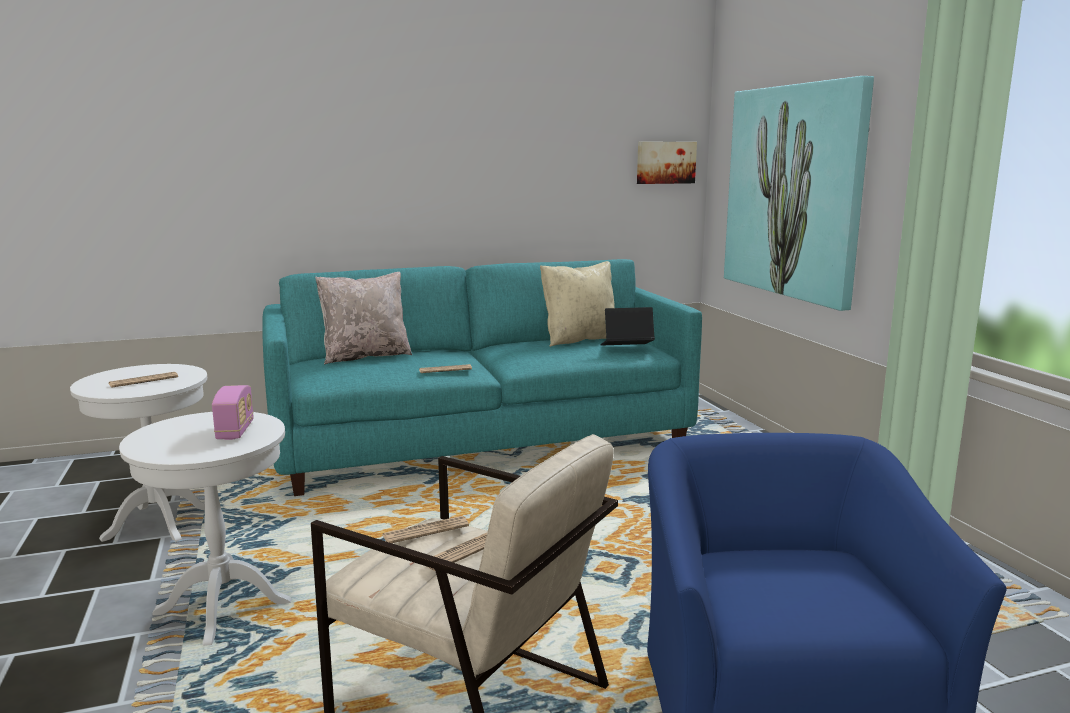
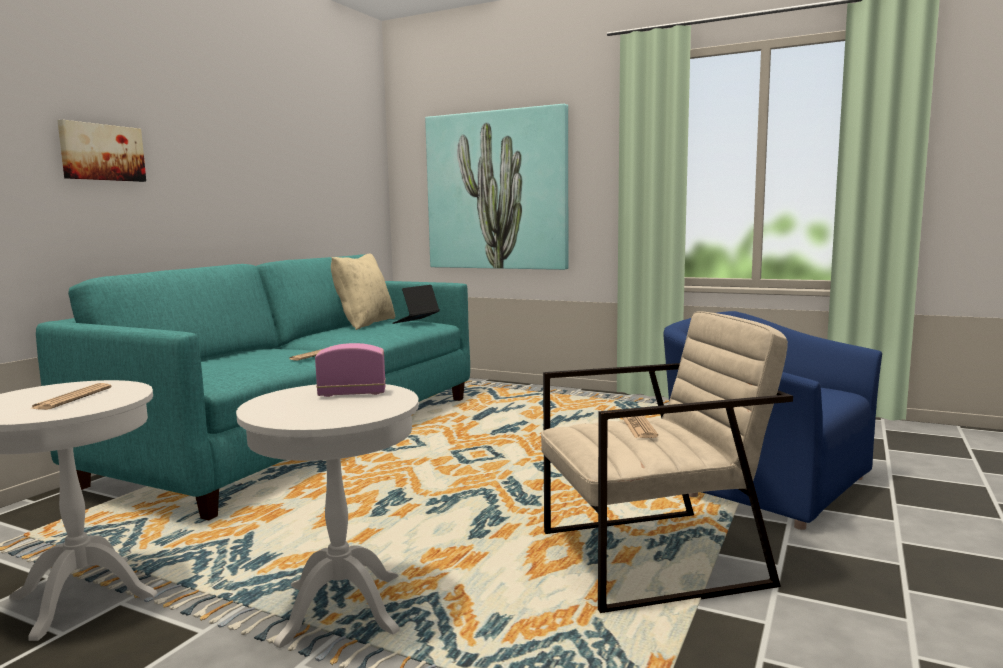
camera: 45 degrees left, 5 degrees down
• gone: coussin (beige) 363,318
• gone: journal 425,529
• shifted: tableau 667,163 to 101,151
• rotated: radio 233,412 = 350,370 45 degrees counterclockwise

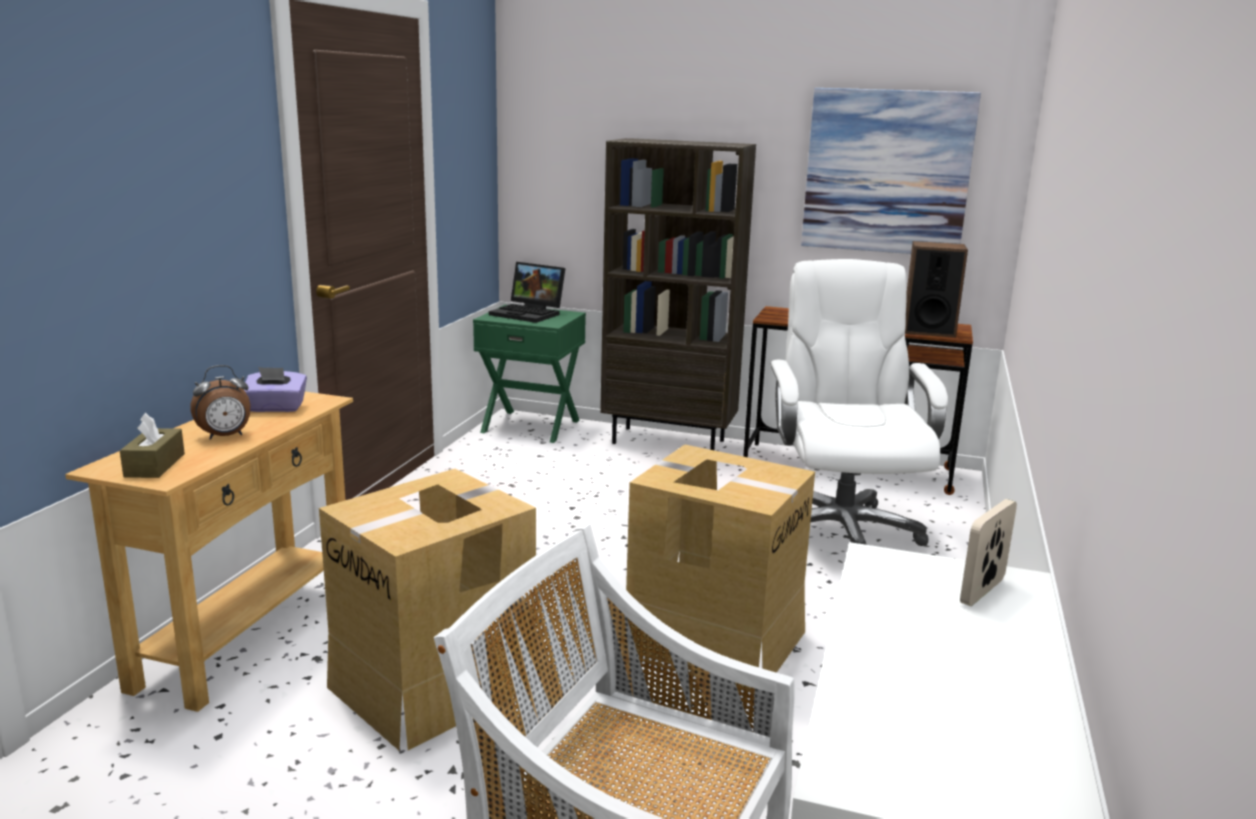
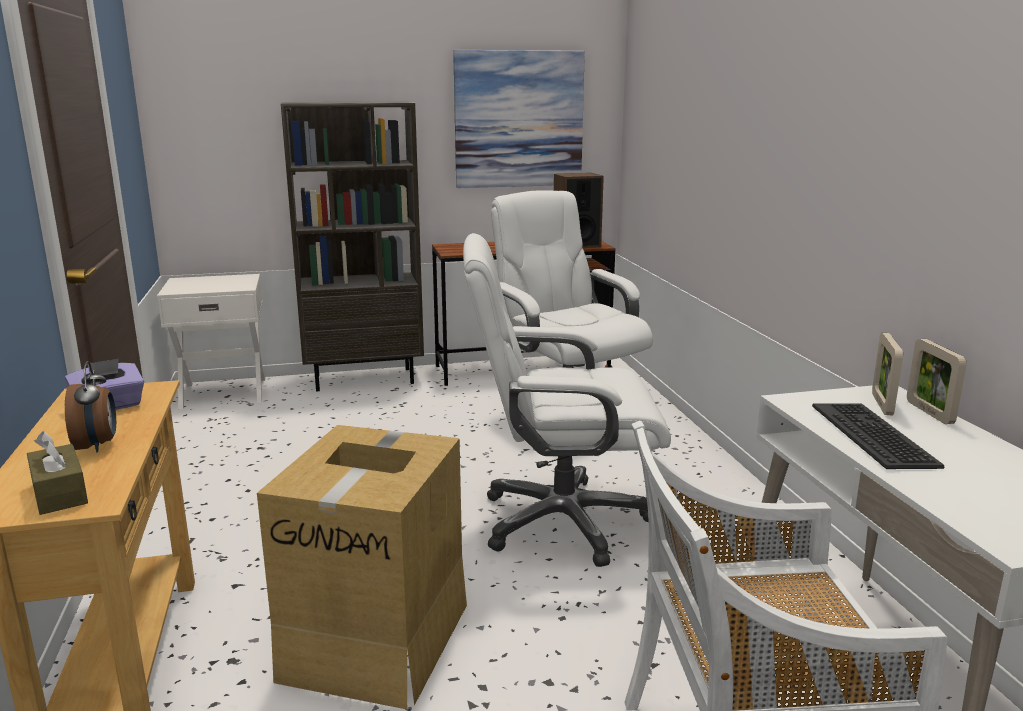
camera: 30 degrees left, 0 degrees up
• gone: ordinateur portable 527,292
• new: clavier 878,436
• new: cadre photo 937,381
• swapped: carton 720,567 to chaise de bureau (blanc) 567,400
• repainted: table de chevet (vert) 529,374 to table de chevet (blanc) 211,341
• rotated: réveil 220,402 = 90,406 45 degrees counterclockwise

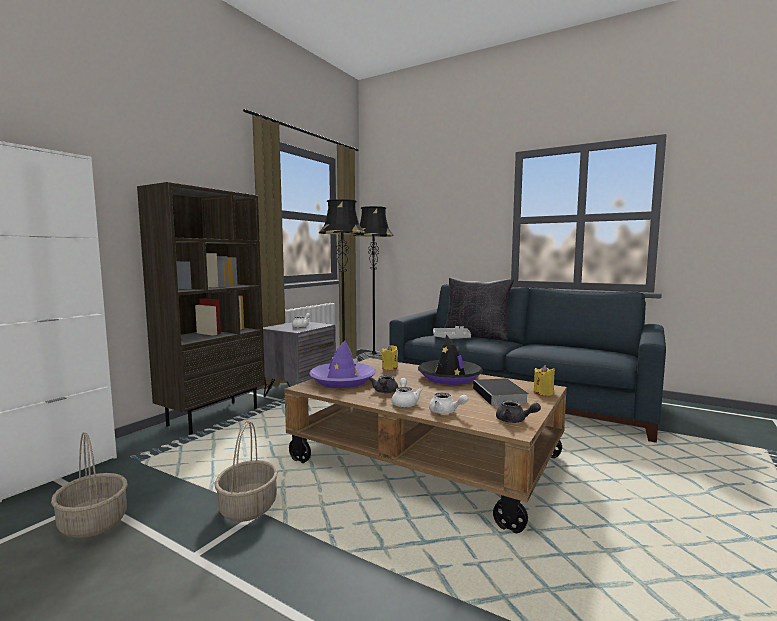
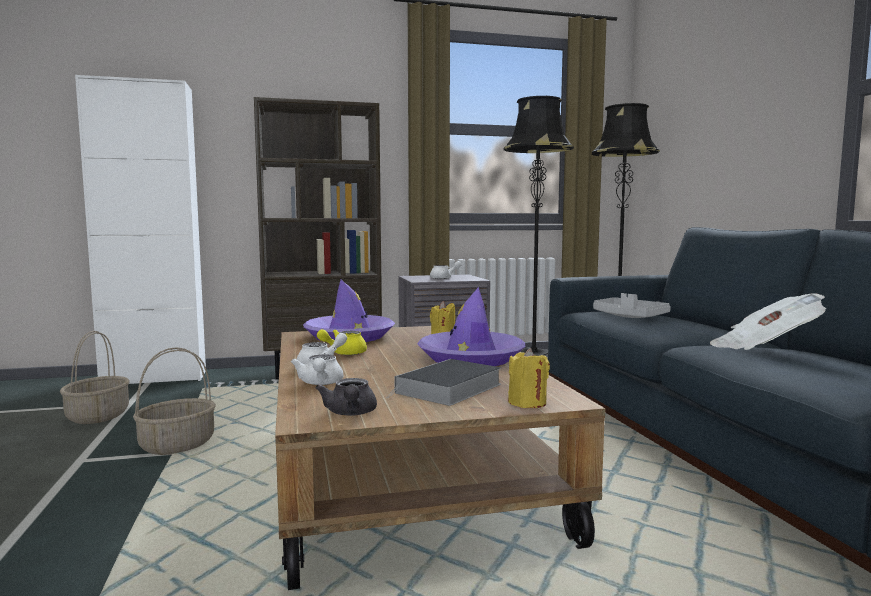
camera: 45 degrees right, 0 degrees up
• gone: coussin (noir) 479,309
• new: journal 768,321
• repainted: théière (gris) 383,384 to théière (jaune) 342,342
• repainted: chapeau (noir) 450,360 to chapeau (violet) 471,326

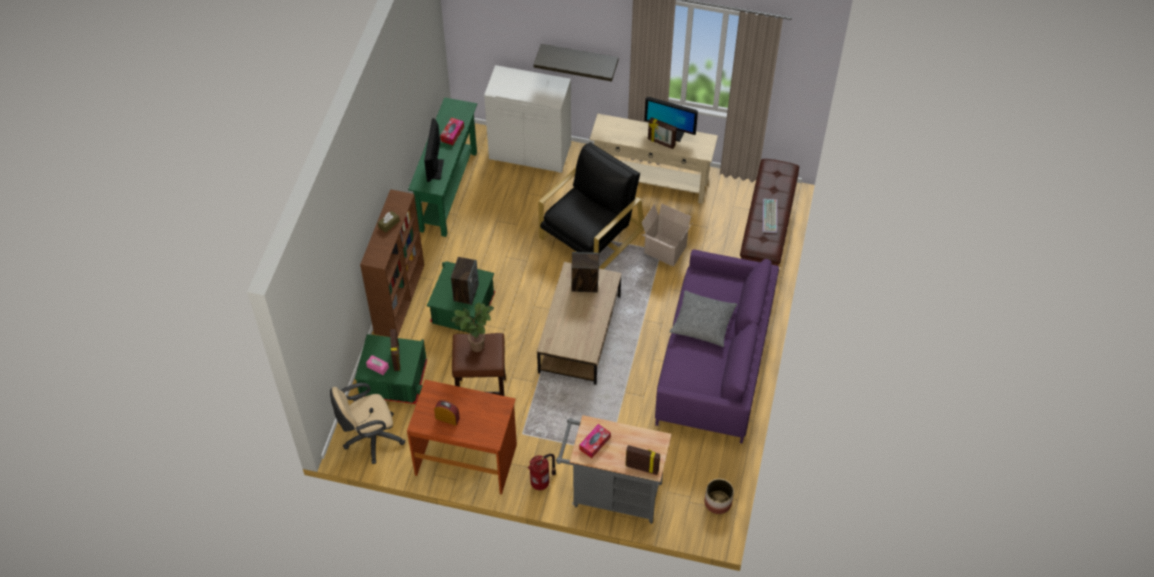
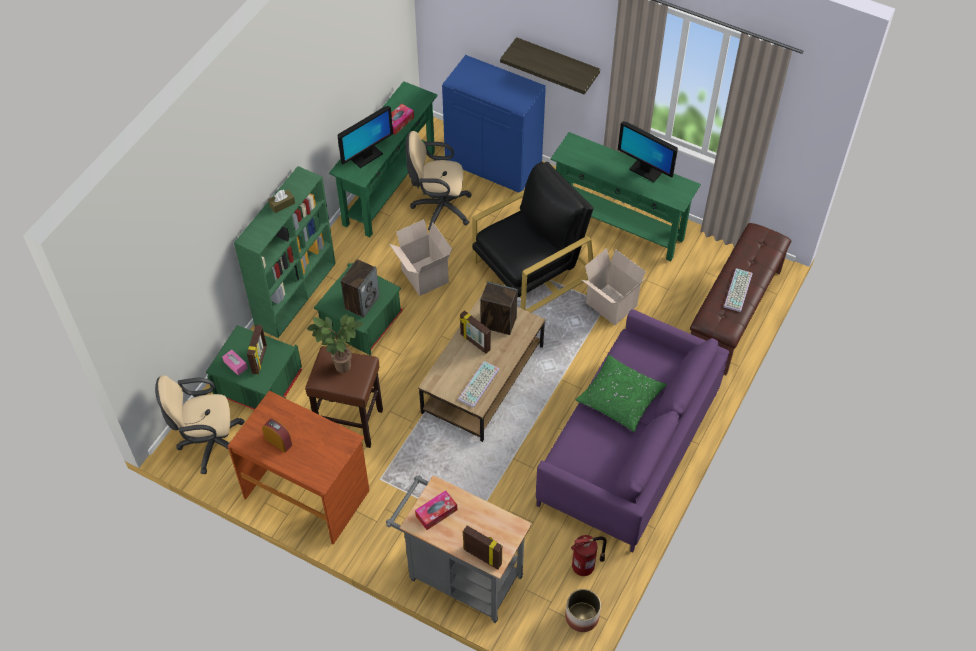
camera: 15 degrees right, 0 degrees up
• new: carton 420,257
• new: chaise de bureau (beige) 438,180
• new: clavier 479,384
• shifted: extincteur 542,472 to 589,555
• shifted: cadre photo 662,133 to 475,332
• repainted: bibliothèque (marron) 392,263 to bibliothèque (vert) 285,252
• repainted: meuble de rangement (blanc) 527,119 to meuble de rangement (bleu) 494,124
• repainted: table console (beige) 654,159 to table console (vert) 626,196
• repainted: coussin (gris) 704,318 to coussin (vert) 621,393
• rotated: écran d'ordinateur 434,150 = 365,137 150 degrees counterclockwise

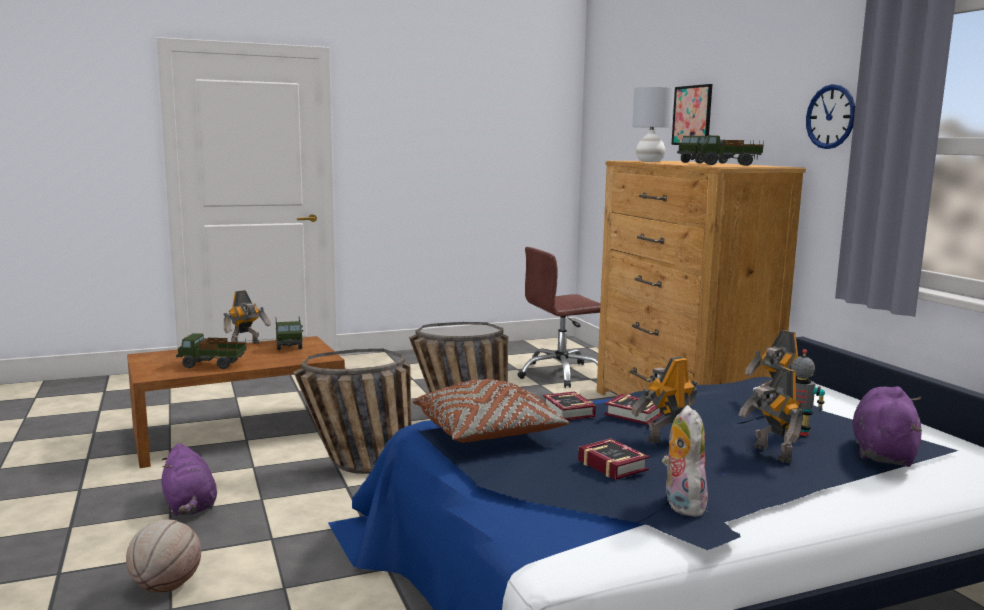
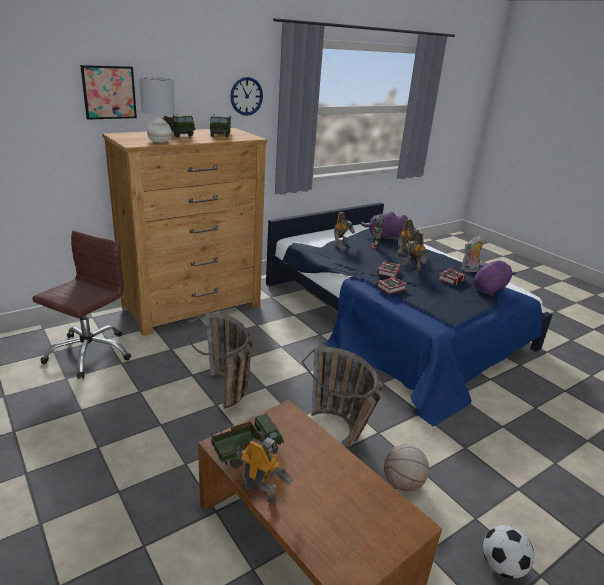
camera: 105 degrees left, 15 degrees up
• gone: camion jouet 211,351
• gone: coussin (marron) 491,410
• new: ballon de foot 508,552
• shifted: ballon de basket 163,556 to 406,467
• shifted: peluche (violet) 189,479 to 494,278
• rotated: chaise de bureau (marron) 559,317 = 81,304 120 degrees counterclockwise

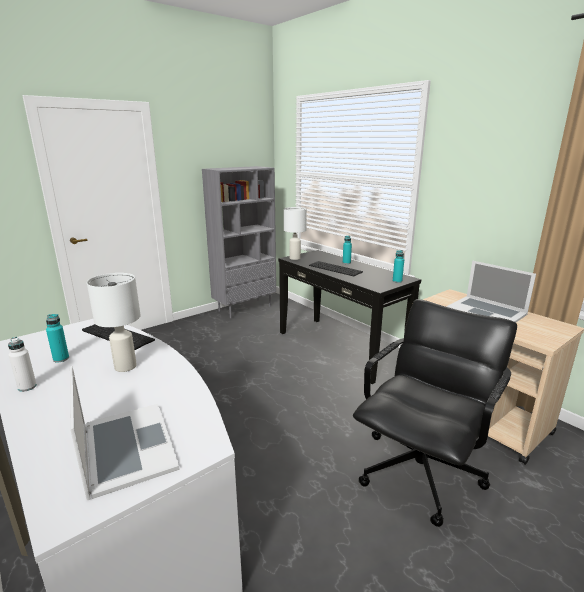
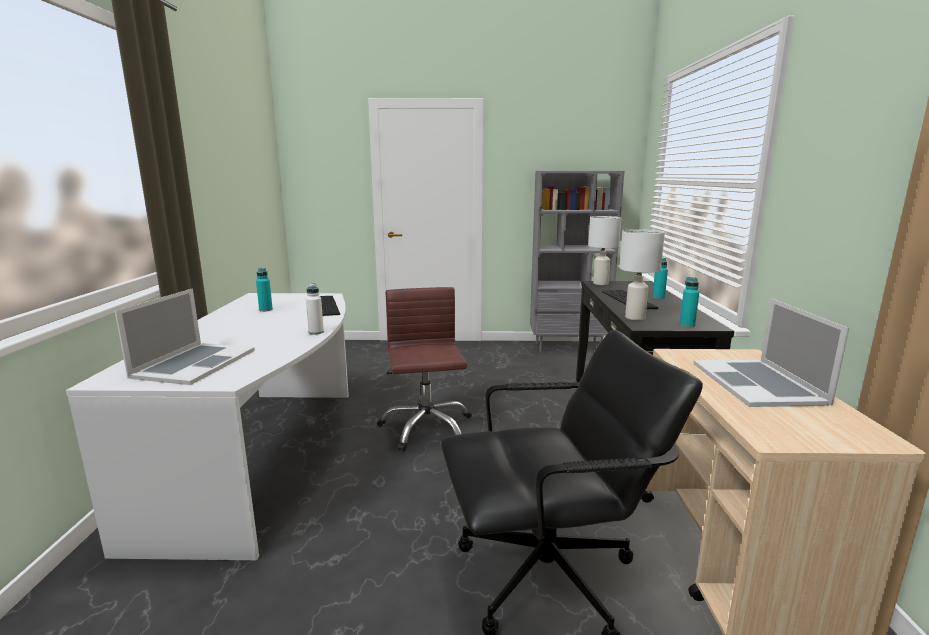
camera: 40 degrees right, 5 degrees down
• new: chaise de bureau (marron) 424,369
• shifted: bouteille (blanc) 22,364 to 315,309
• shifted: lampe de table (blanc) 114,322 to 642,274

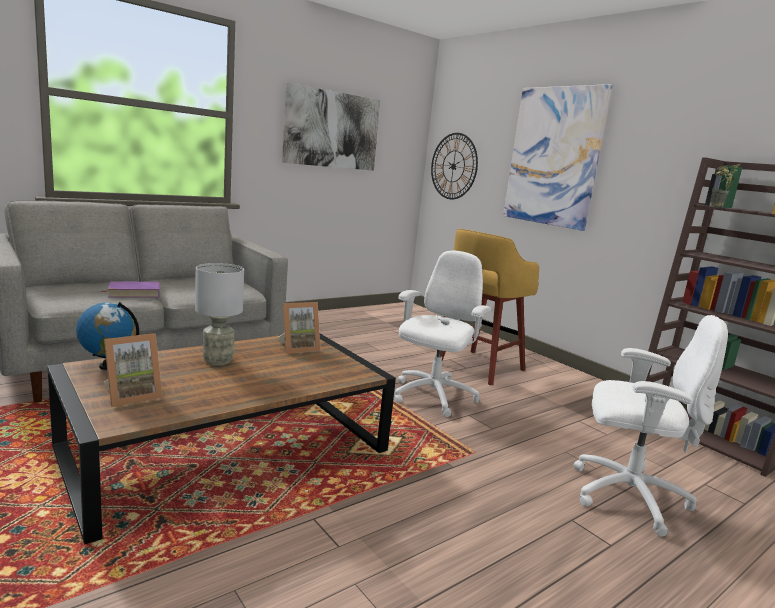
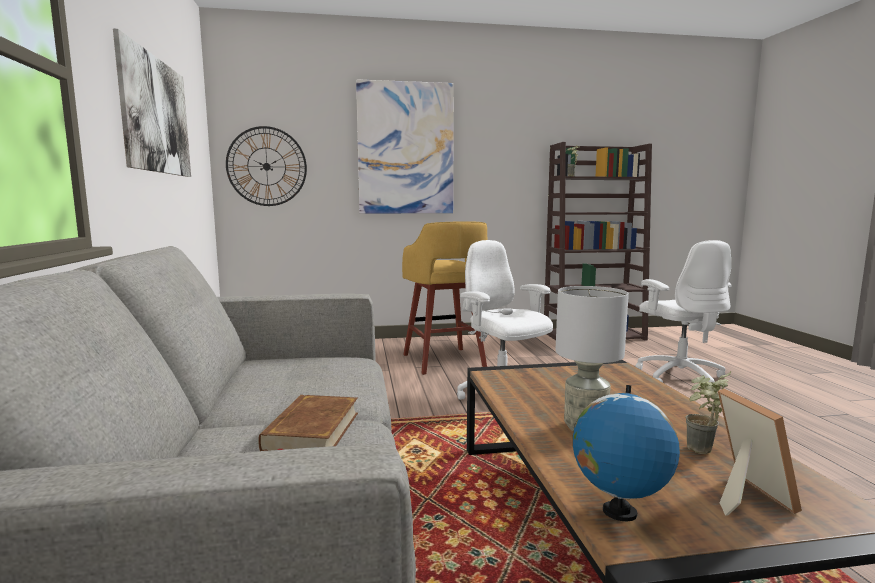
camera: 60 degrees left, 5 degrees down
• gone: cadre photo 299,328
• new: plante en pot 708,412
• repainted: livre (violet) 130,289 to livre (marron) 308,423
• rotated: chaise de bureau (blanc) 651,426 = 683,311 120 degrees clockwise

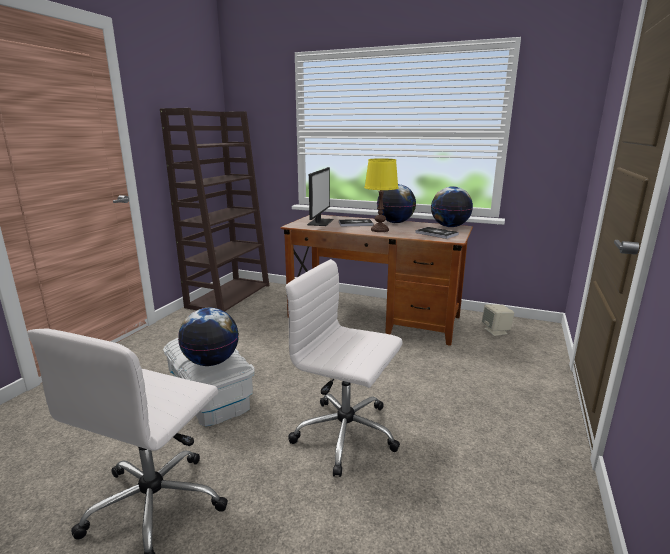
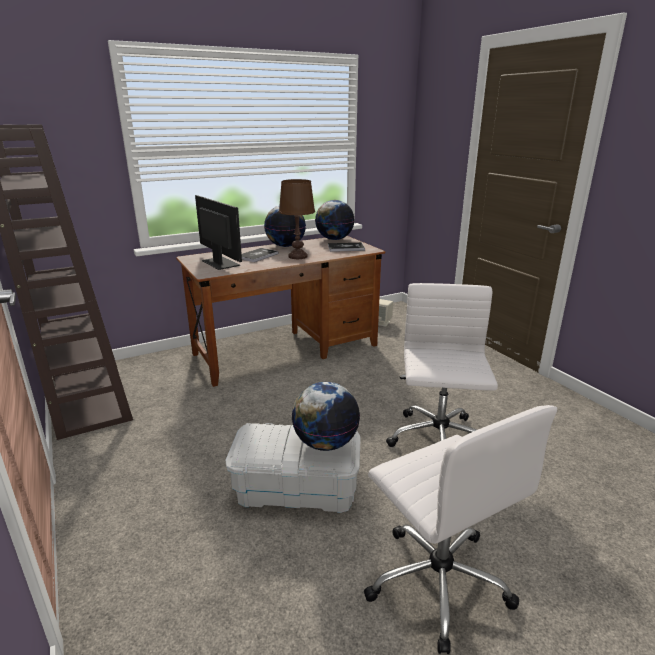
camera: 50 degrees left, 5 degrees up
• repainted: lampe de table (jaune) 381,195 to lampe de table (marron) 297,219
• rotated: chaise de bureau (blanc) 344,368 = 442,365 120 degrees clockwise

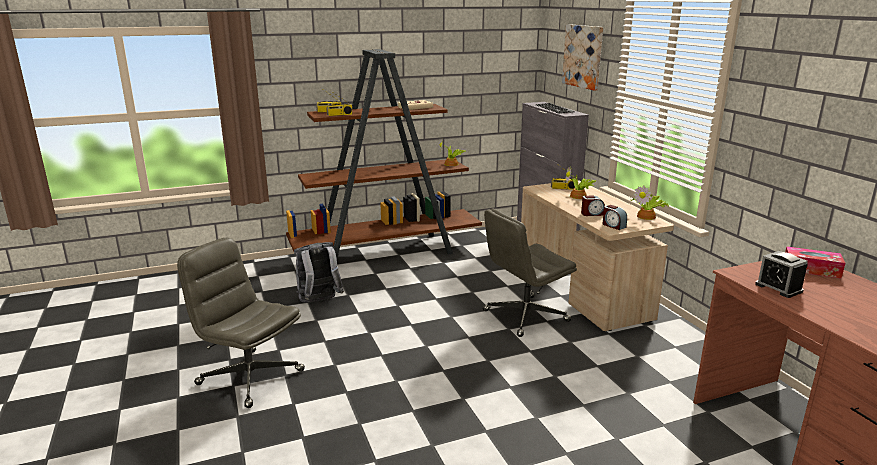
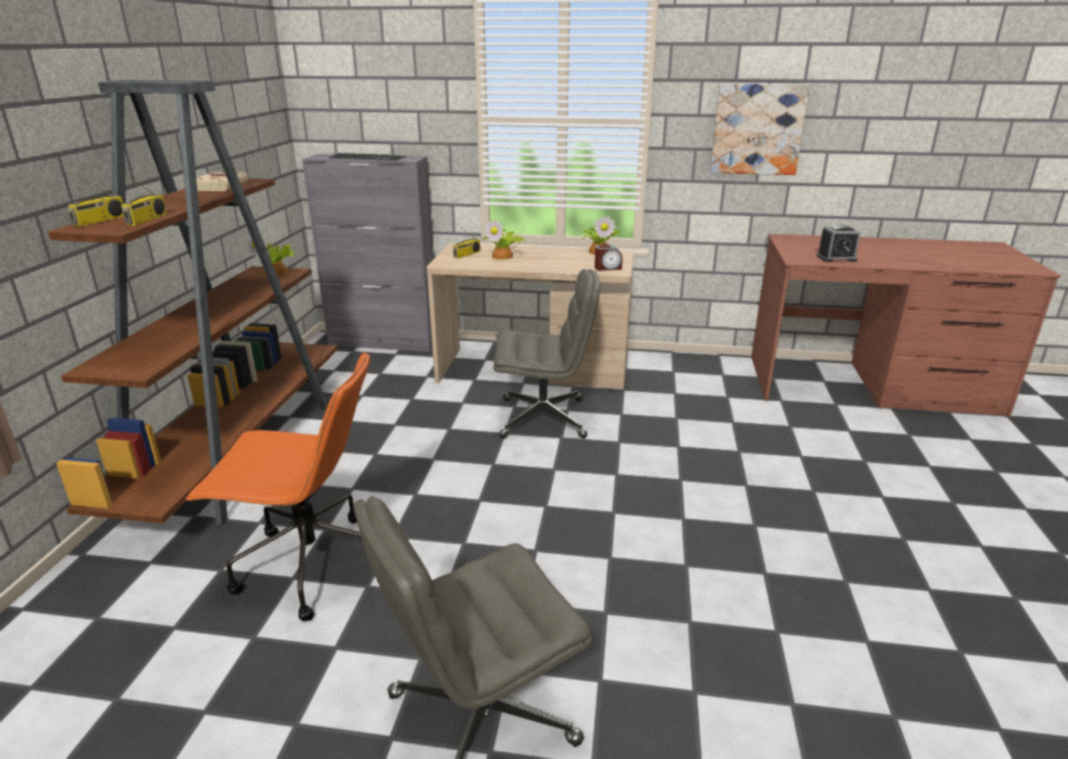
camera: 60 degrees left, 5 degrees up
• gone: réveil 593,205
• gone: boîte à mouchoirs 815,262
• shifted: tableau 582,57 to 760,129
• swapped: sac à dos (gris) 319,272 to chaise de bureau (orange) 278,486
• rotated: chaise de bureau (gris) 529,273 = 546,353 90 degrees counterclockwise

